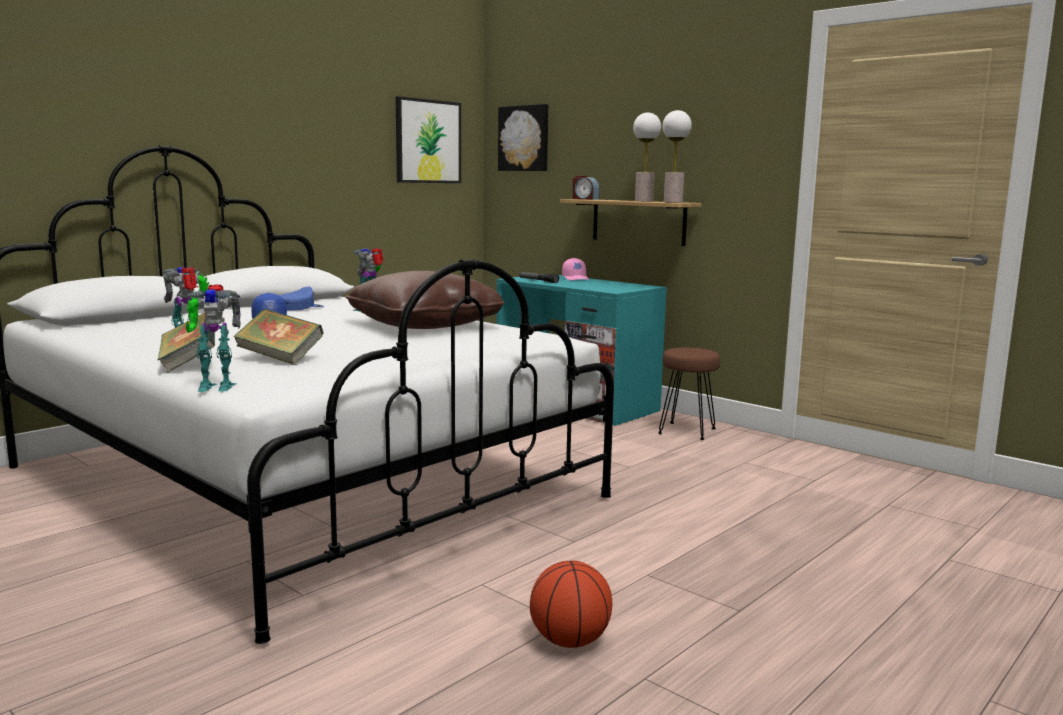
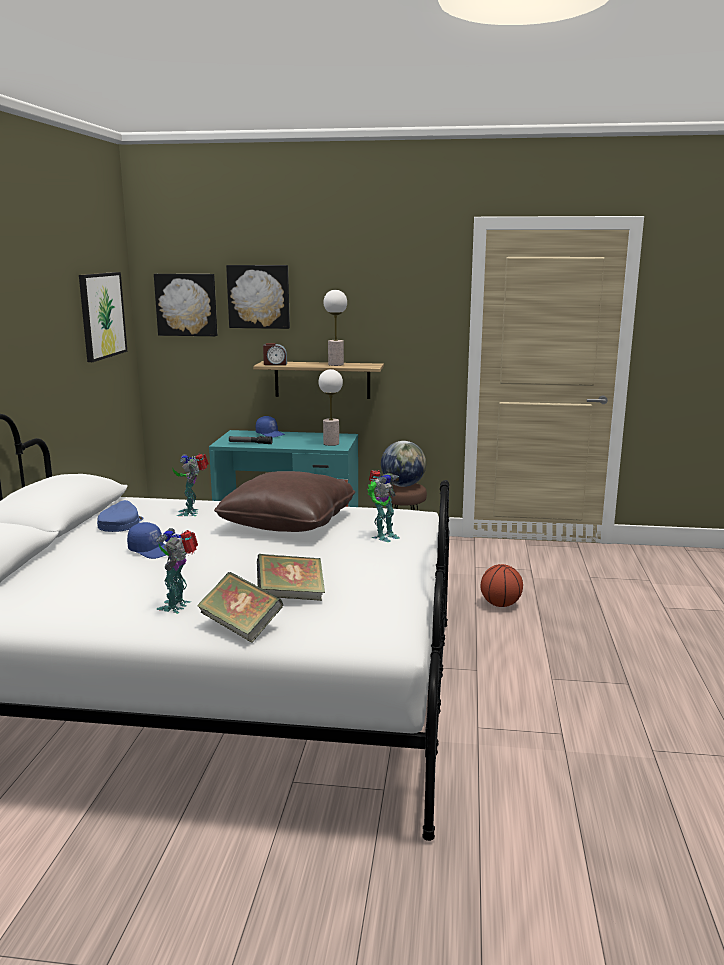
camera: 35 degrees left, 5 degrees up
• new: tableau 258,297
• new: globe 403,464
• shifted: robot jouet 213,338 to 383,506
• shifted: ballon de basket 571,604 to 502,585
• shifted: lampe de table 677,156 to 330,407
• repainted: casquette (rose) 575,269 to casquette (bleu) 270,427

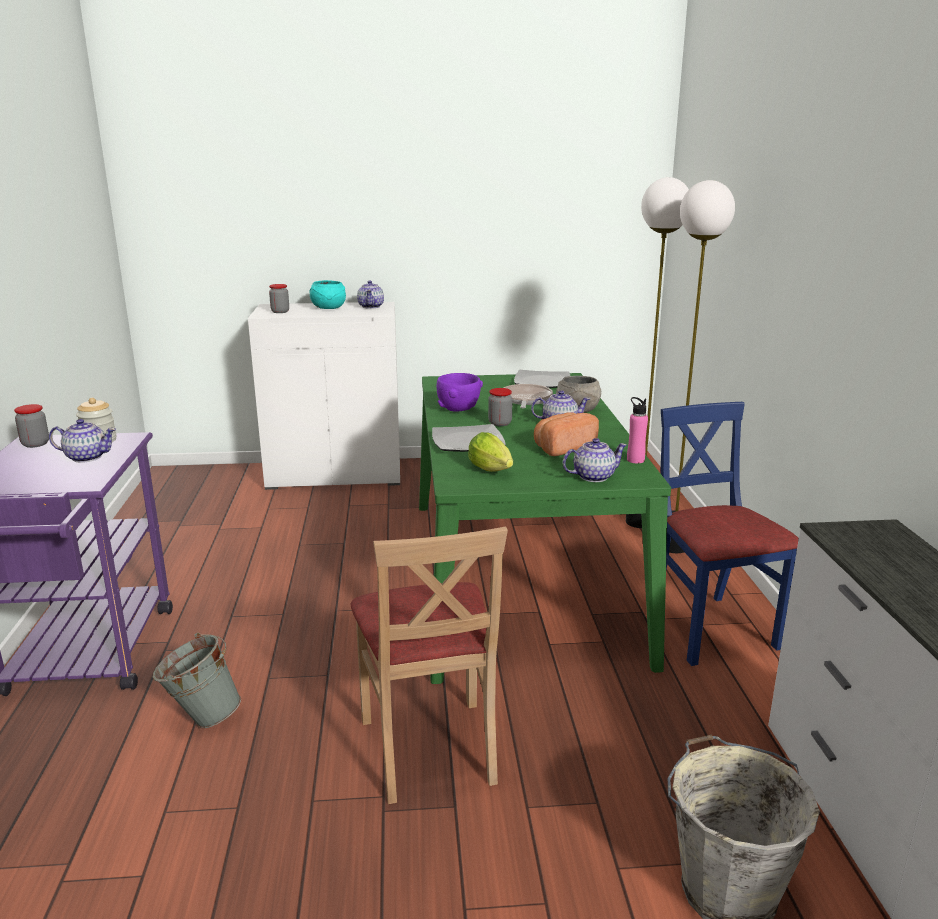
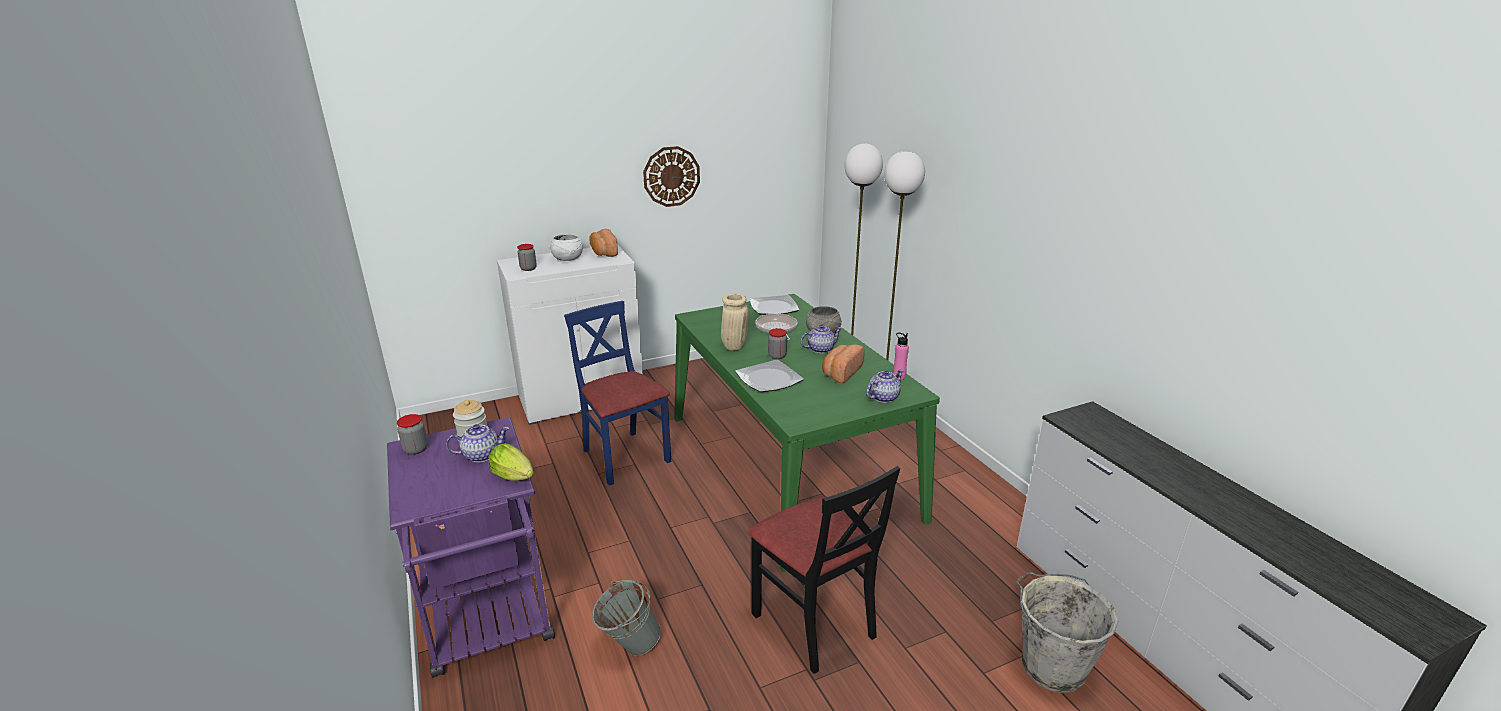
camera: 20 degrees left, 5 degrees up
• new: horloge murale 671,176
• shifted: laitue 490,452 to 511,462
• shifted: chaise (bleu) 729,534 to 617,393
• swapped: théière 370,294 to pain 603,243
• swapped: bol (violet) 460,392 to vase (beige) 734,322
• repainted: bol (turquoise) 328,294 to bol (blanc) 566,247
• repainted: chaise (beige) 429,665 to chaise (noir) 824,570

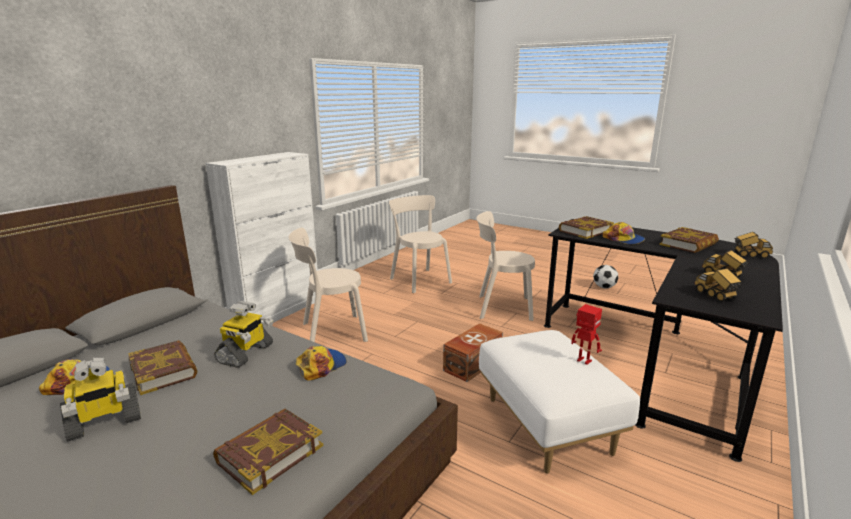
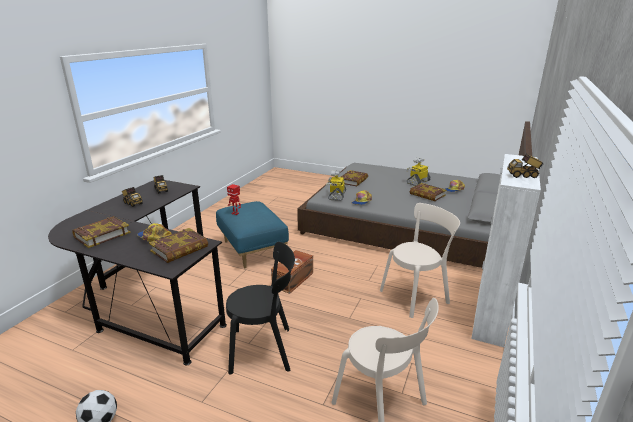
camera: 170 degrees right, 5 degrees up
• shifted: robot jouet 243,334 to 336,185
• shifted: camion jouet 753,245 to 525,165
• repainted: chaise (beige) 505,266 to chaise (noir) 260,308
• repainted: pouf (blanc) 559,402 to pouf (bleu) 252,235

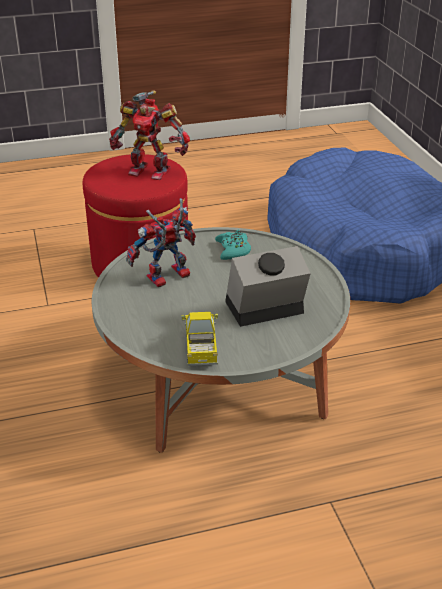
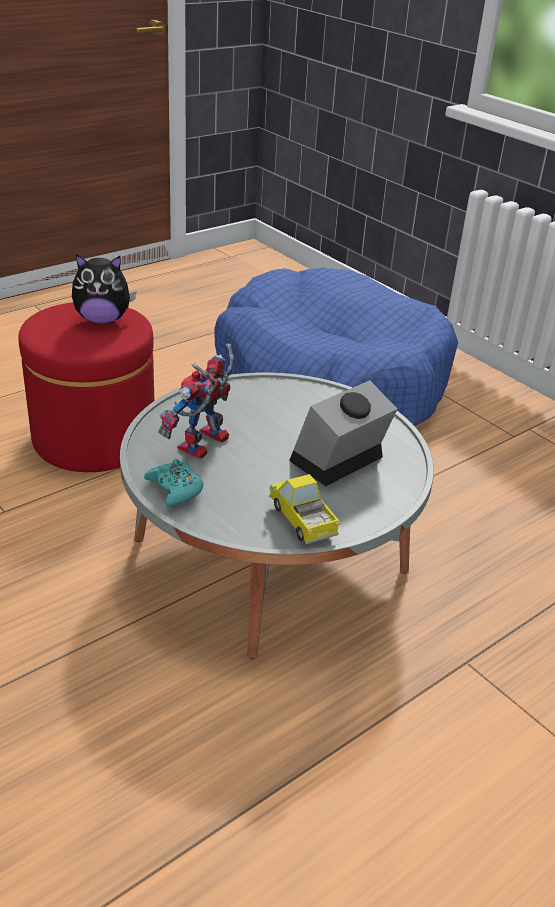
camera: 25 degrees left, 0 degrees up
• shifted: manette (turquoise) 233,245 to 174,483
• swapped: robot jouet 149,135 to peluche 104,289

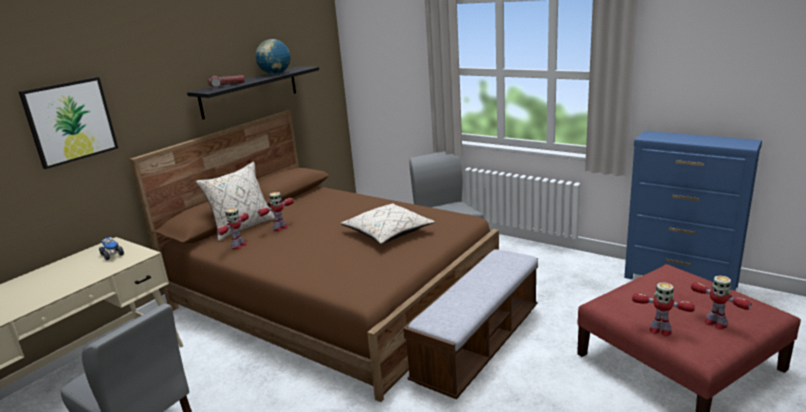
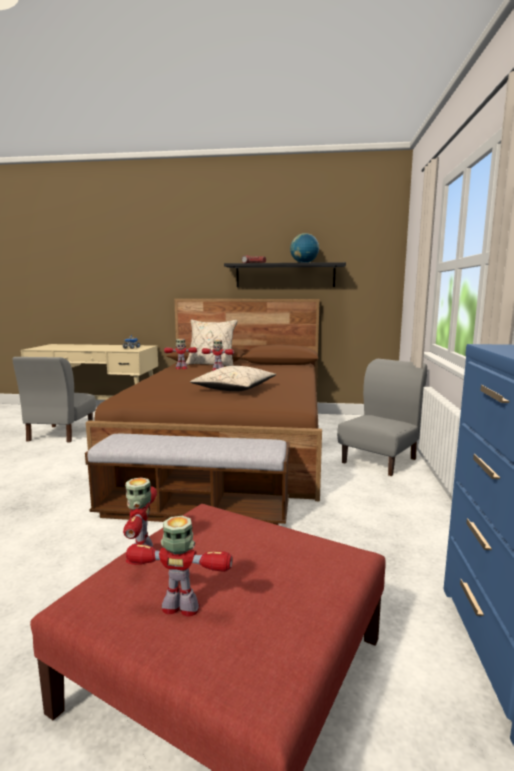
camera: 60 degrees right, 10 degrees down
• gone: tableau 68,123
• rotated: robot jouet 721,302 = 179,566 75 degrees clockwise

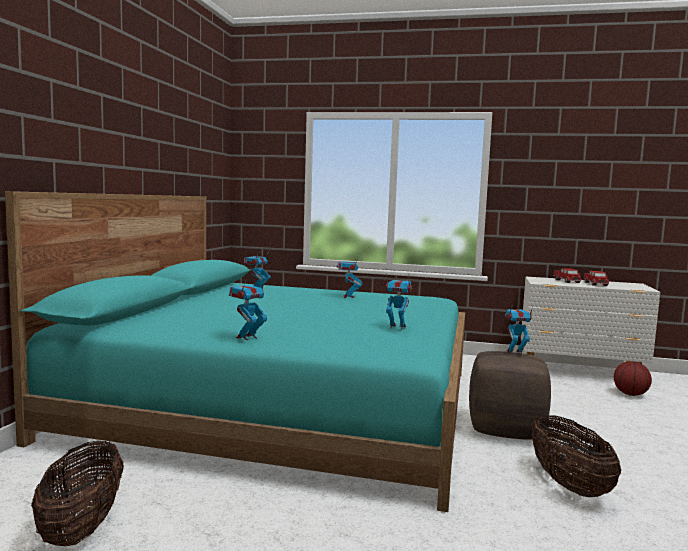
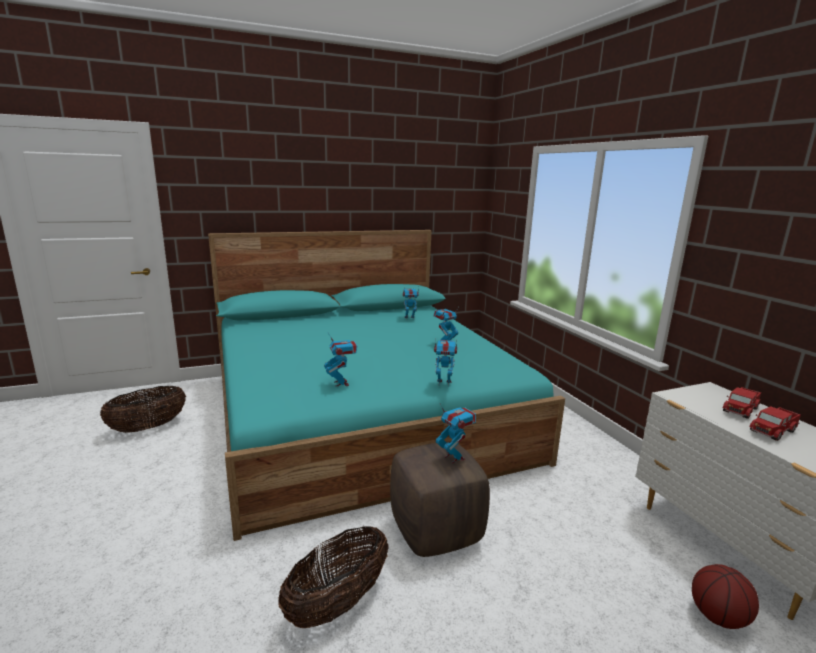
camera: 55 degrees right, 10 degrees up
• shifted: robot jouet 248,308 to 445,362

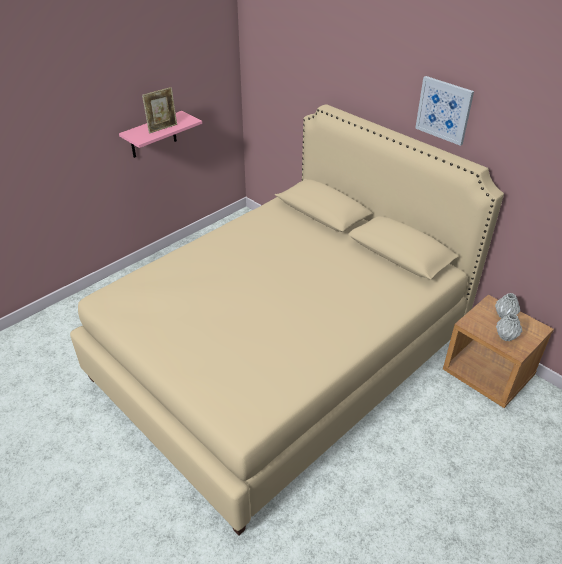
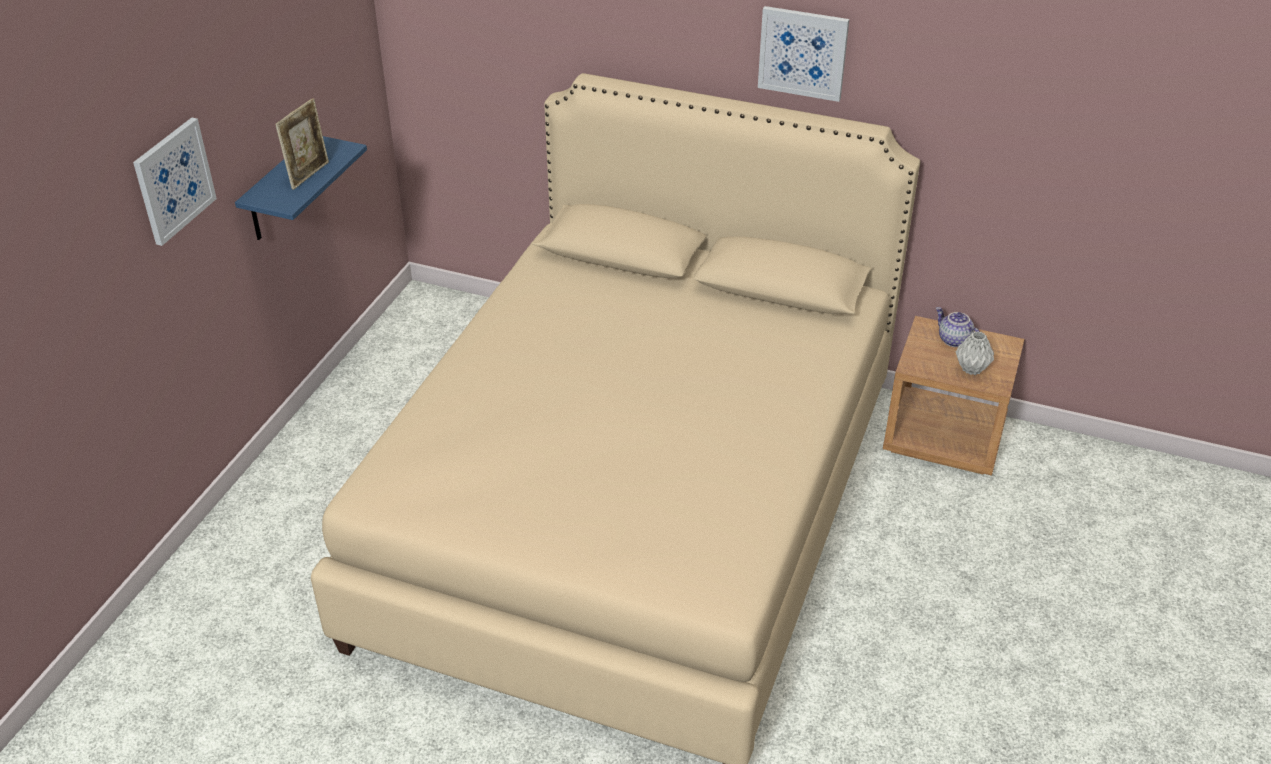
camera: 25 degrees left, 0 degrees up
• new: tableau 175,182
• swapped: vase (gris) 507,306 to théière 958,327
• repainted: étagère (rose) 160,134 to étagère (bleu) 301,188

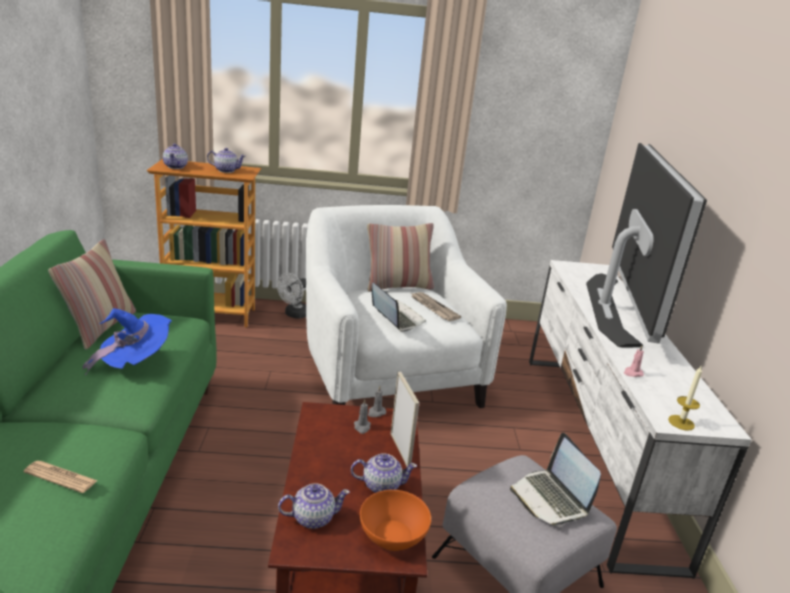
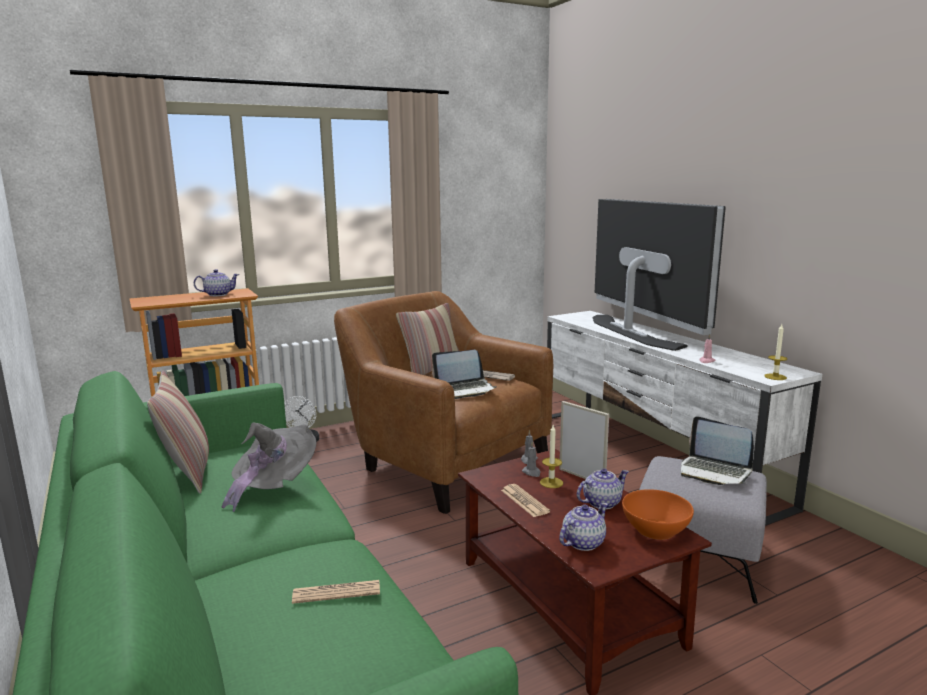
camera: 25 degrees left, 10 degrees down
• gone: théière 175,156
• new: journal 525,500
• new: bougie 551,456
• repainted: chapeau (bleu) 127,342 to chapeau (gris) 269,467
• repainted: fauteuil (blanc) 406,306 to fauteuil (marron) 443,402
• rotated: ordinateur portable 399,307 = 464,374 135 degrees clockwise

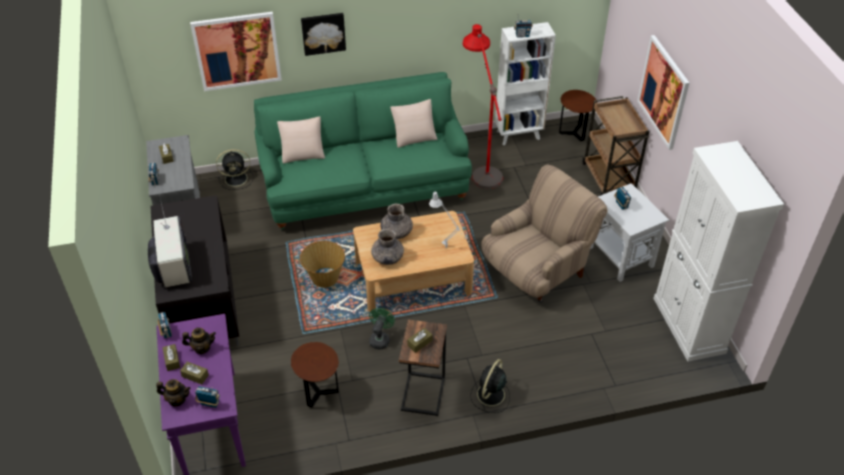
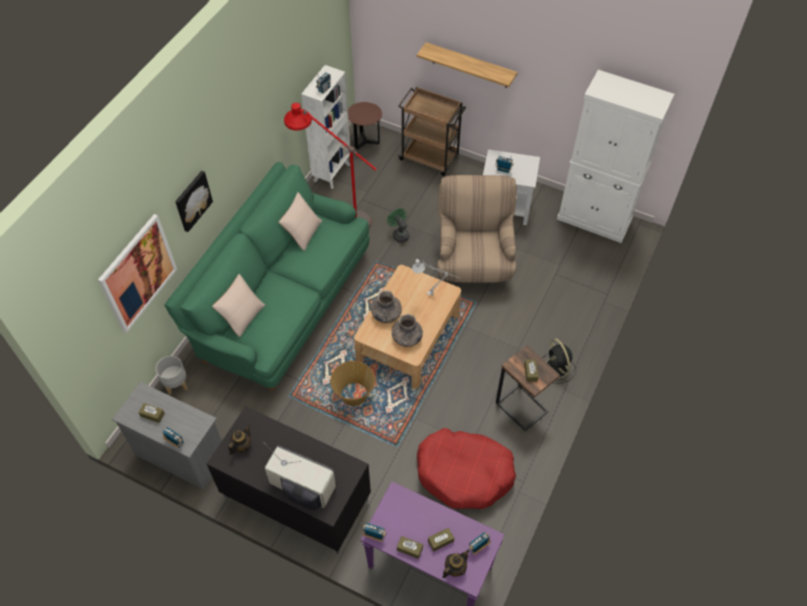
camera: 50 degrees left, 10 degrees up
• shifted: théière 199,341 to 239,440
• shifted: ventilateur (vert) 382,328 to 398,225
• swapped: ventilateur (noir) 234,169 to cache-pot (gris) 172,375
• swapped: table d'appoint (marron) 315,375 to panier pour chien (rouge) 466,468
• swapped: tableau 663,92 to étagère 467,65

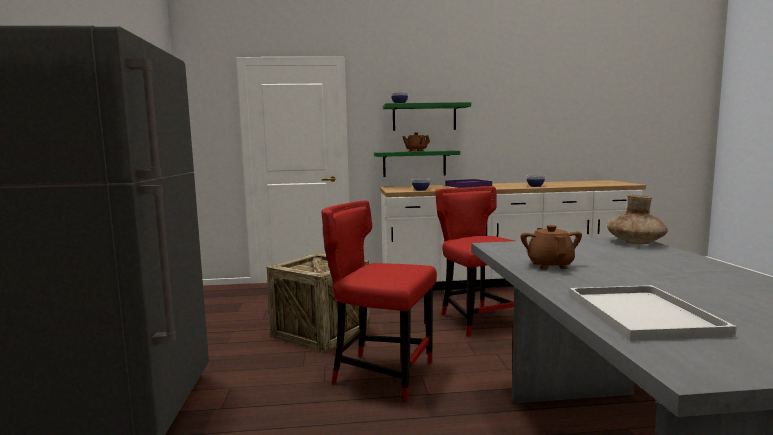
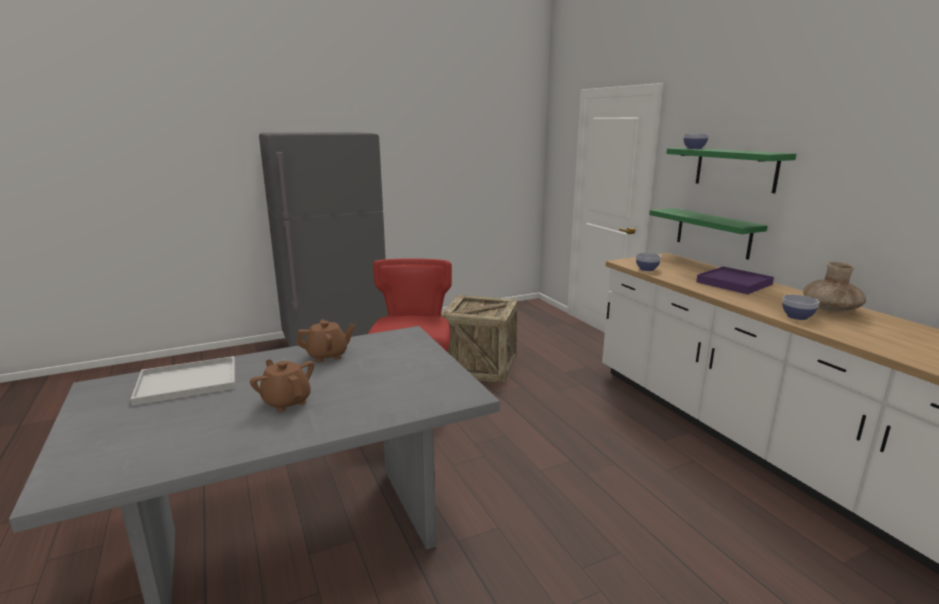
camera: 70 degrees right, 10 degrees up
• gone: chaise (rouge) 474,261
• shifted: théière (marron) 416,142 to 282,385
• shifted: vase (marron) 637,219 to 835,287

